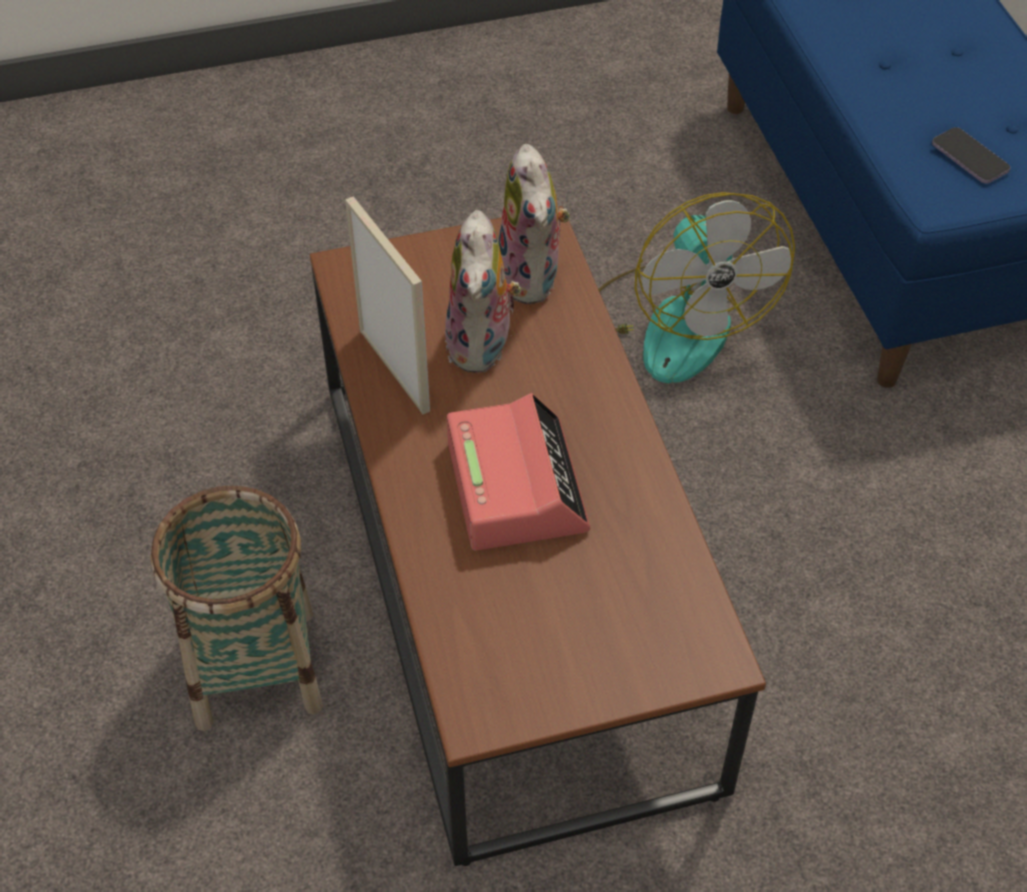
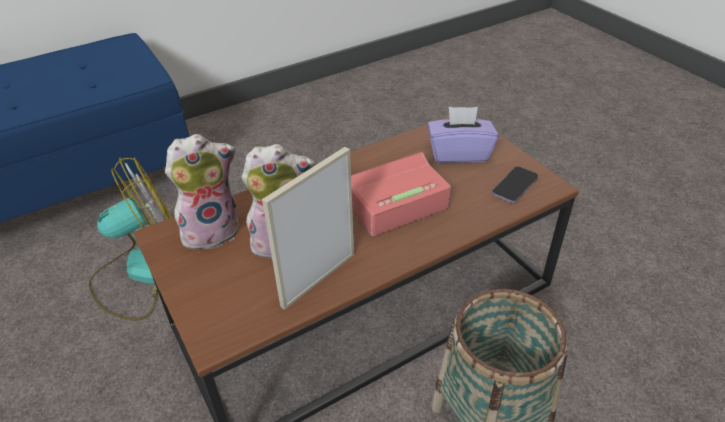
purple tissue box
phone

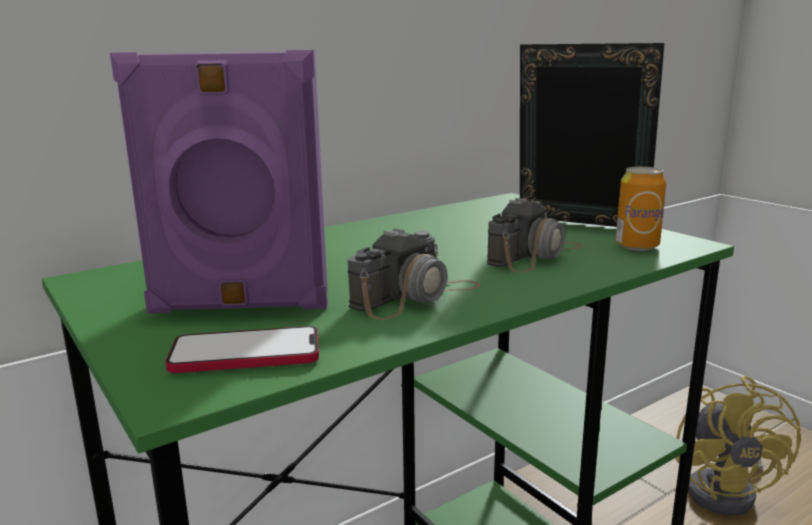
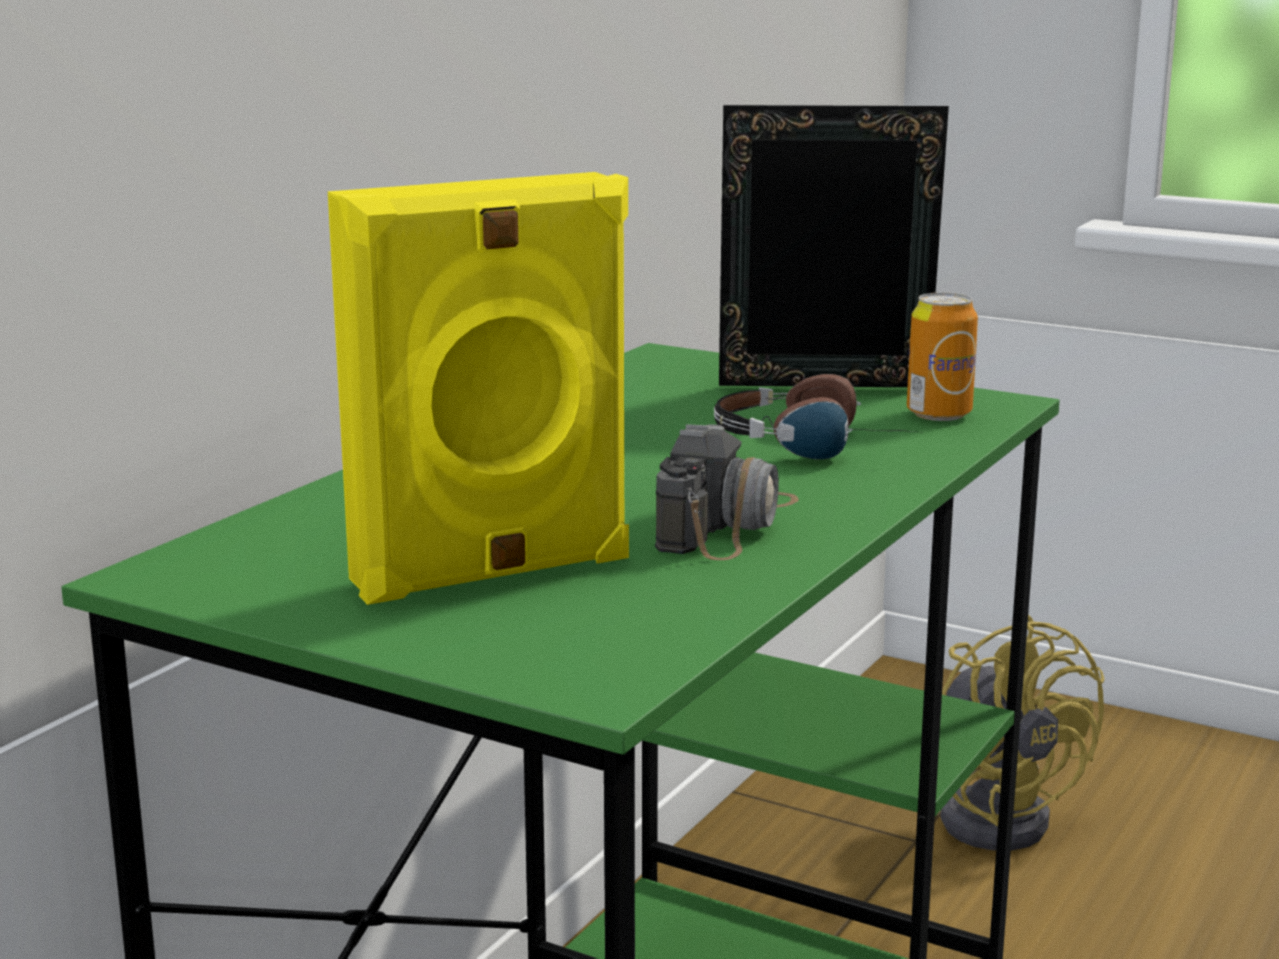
phone
headphones
yellow speaker

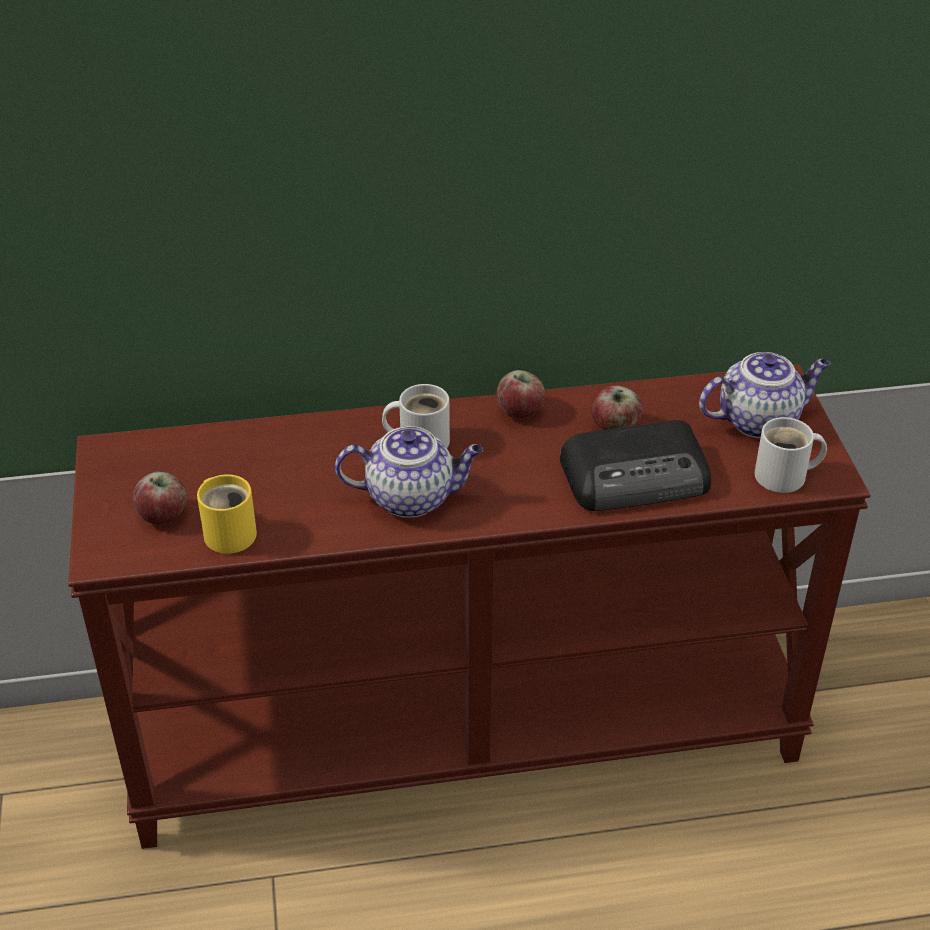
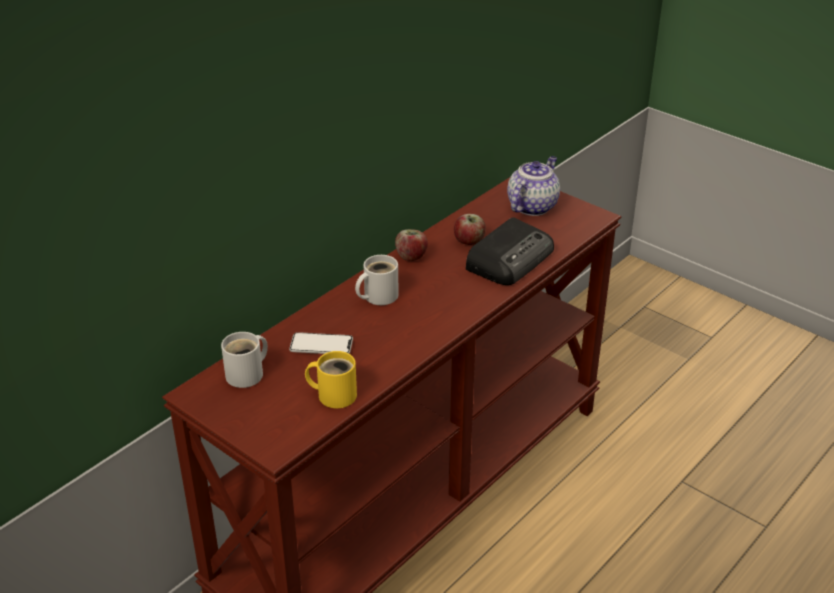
apple (1st from left in the first image)
teapot (1st from left in the first image)
phone
white mug (1st from left)

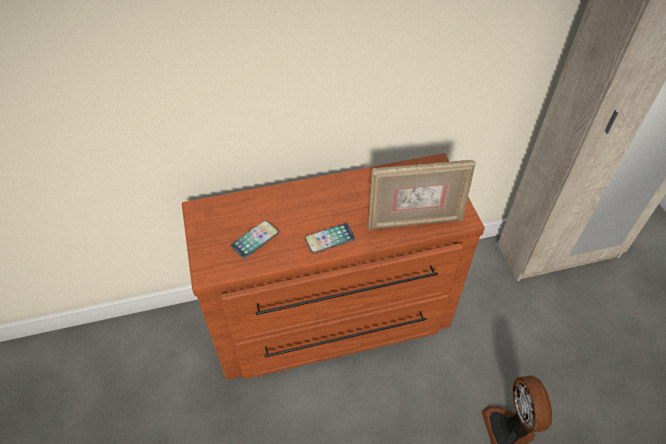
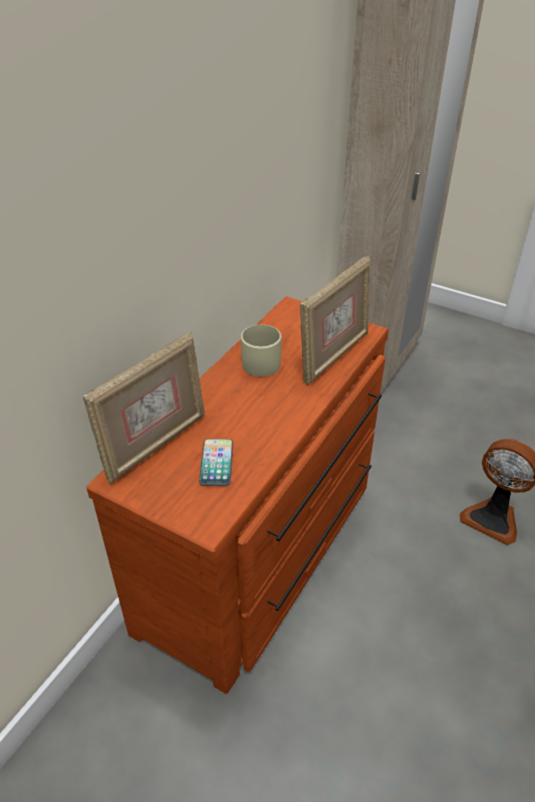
phone (2nd from left in the first image)
picture frame (1st from left)
beige mug

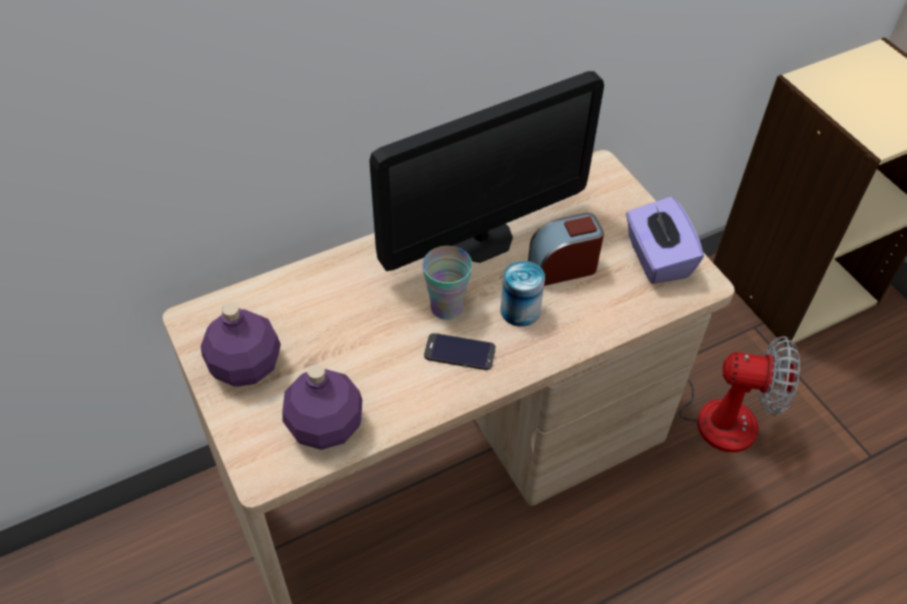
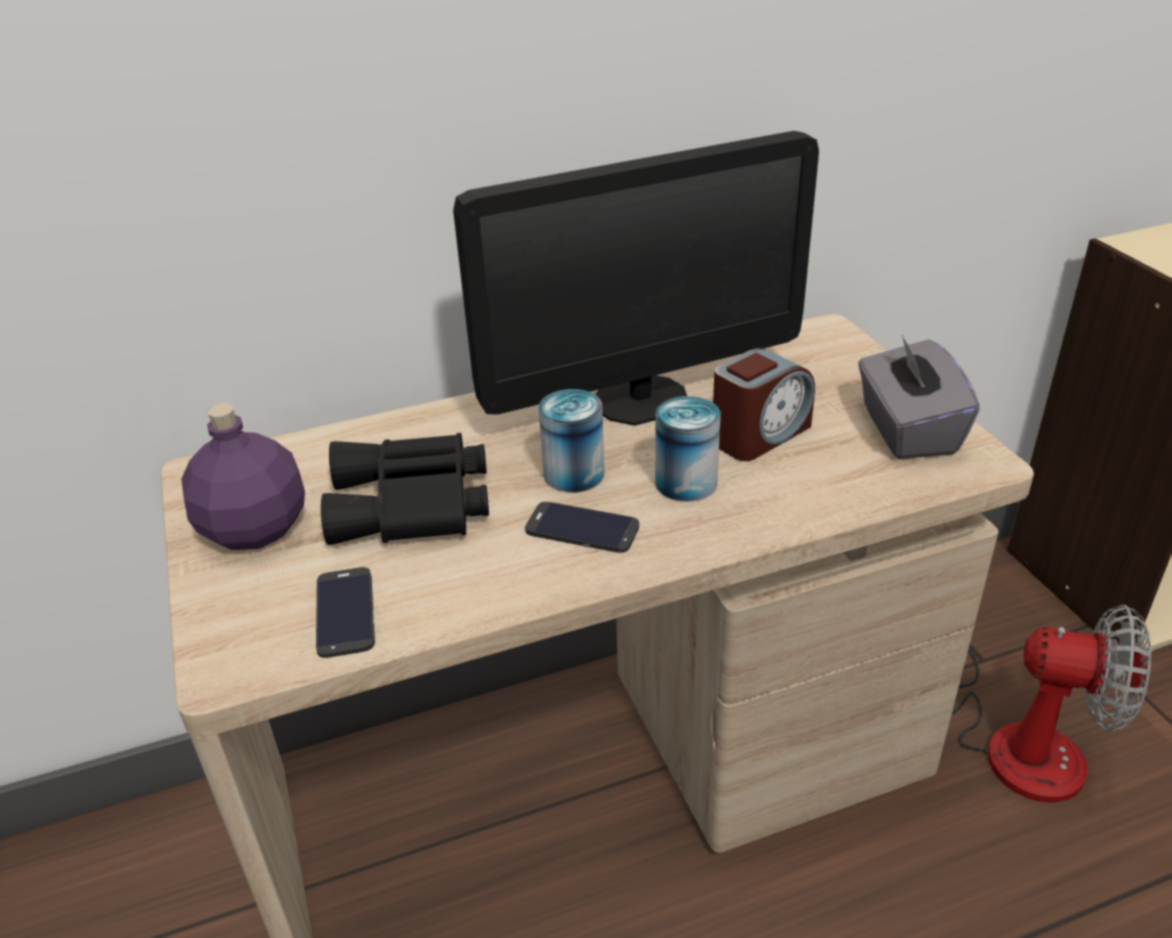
black binoculars
phone (1st from left)
can (1st from left)
grey tissue box
alarm clock

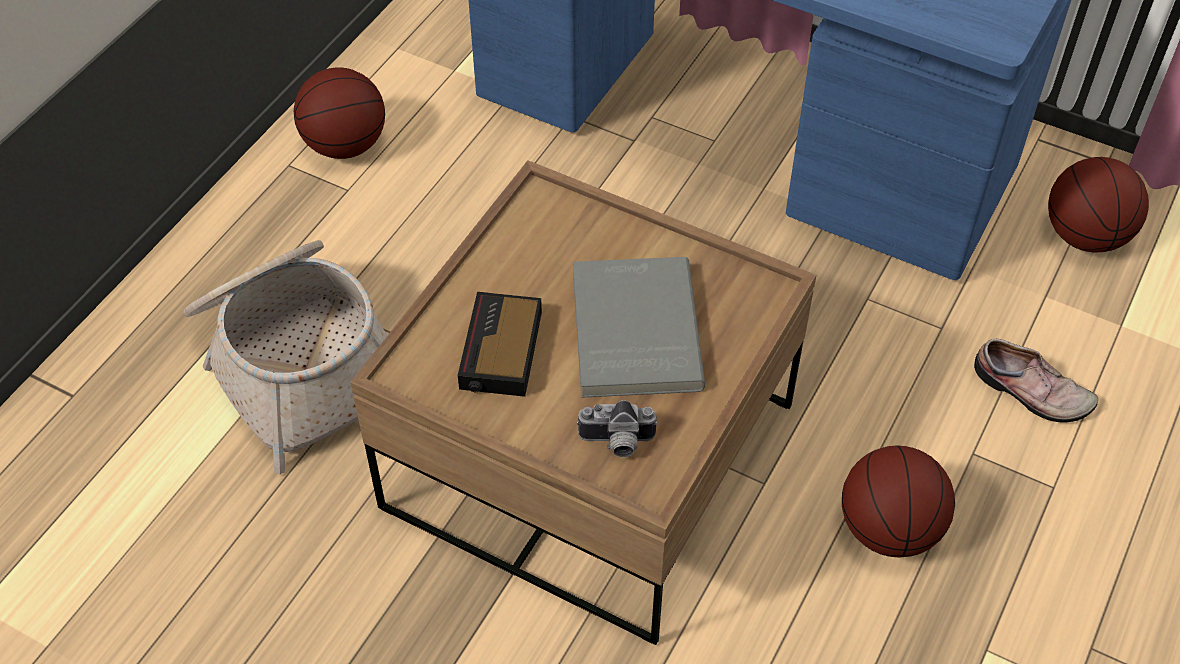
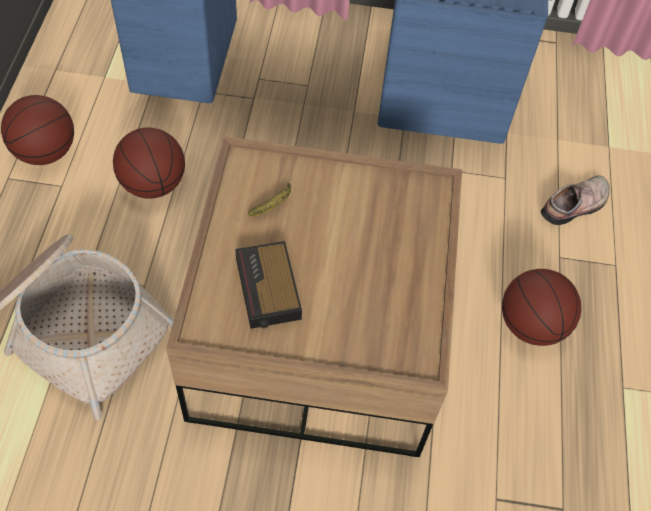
grey book
photo camera
banana
basketball (2nd from left)
shoe

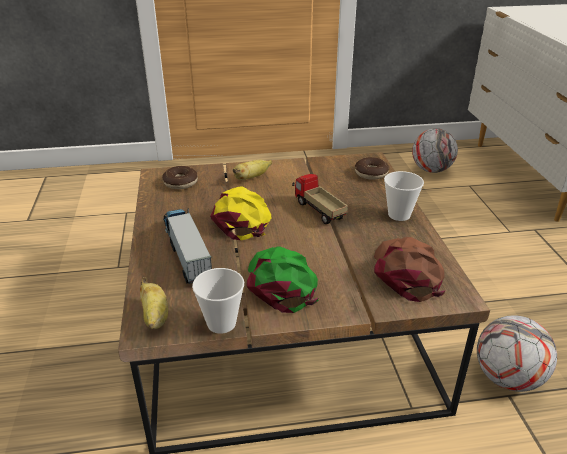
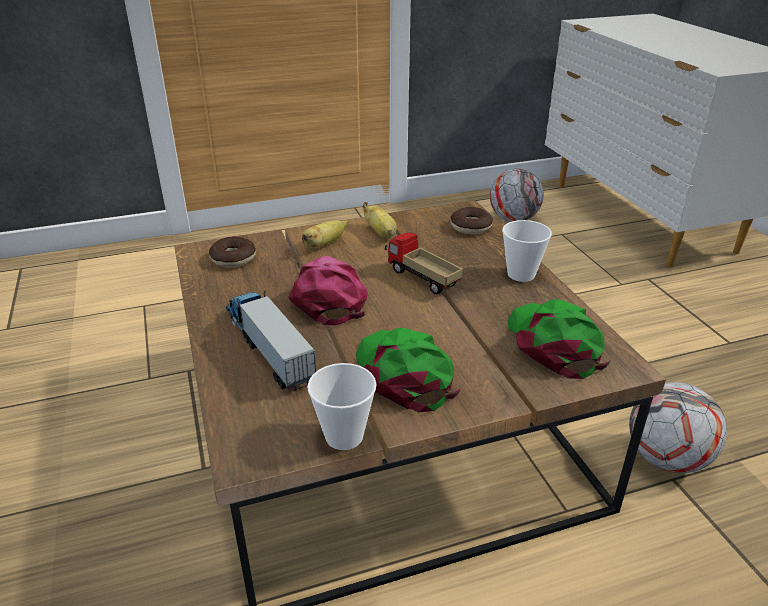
banana (2nd from left)
pink cap
green cap (2nd from left)

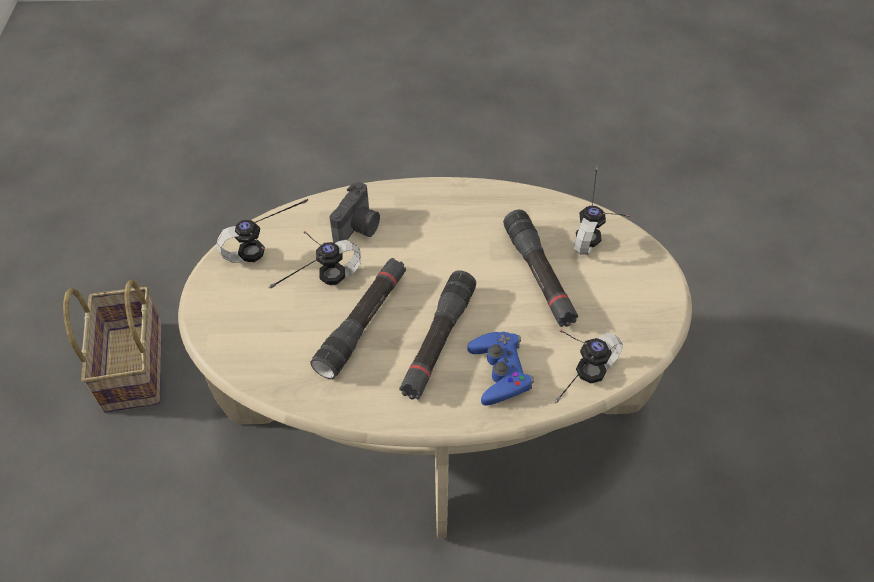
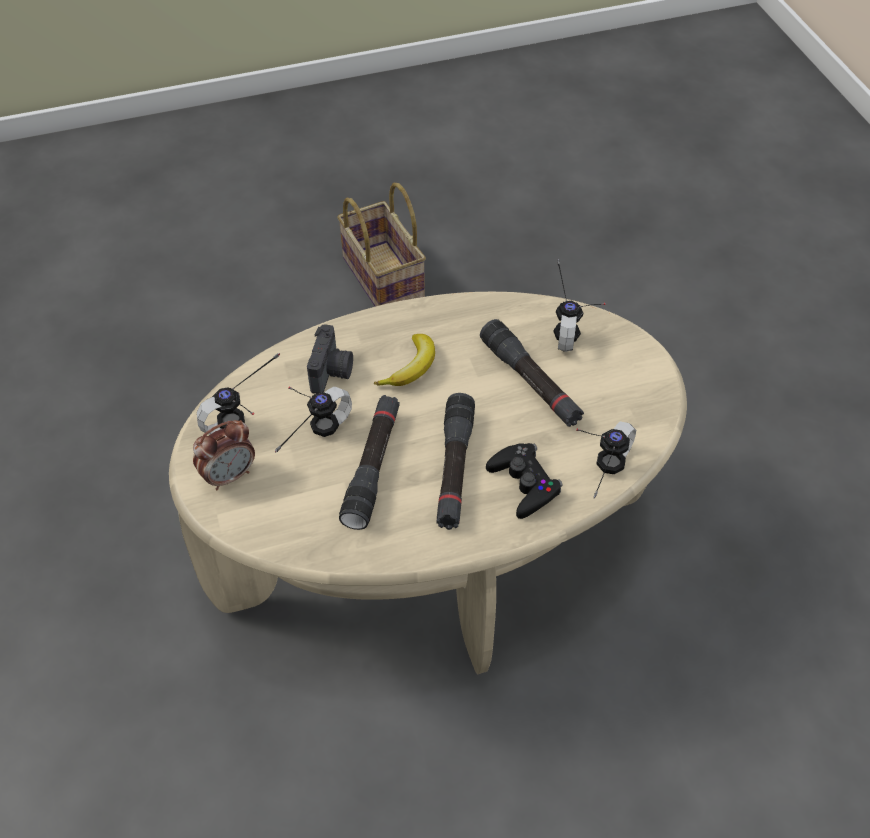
alarm clock
banana
basket
black game controller

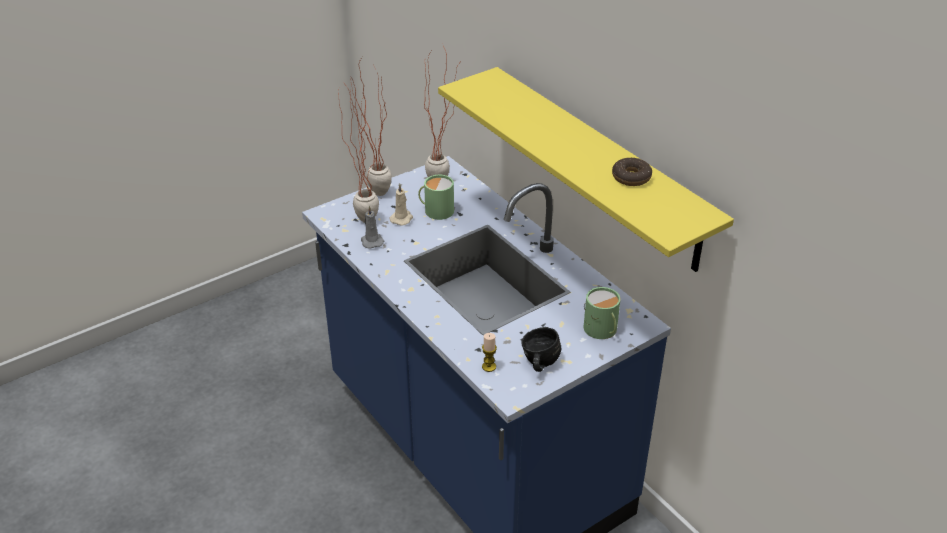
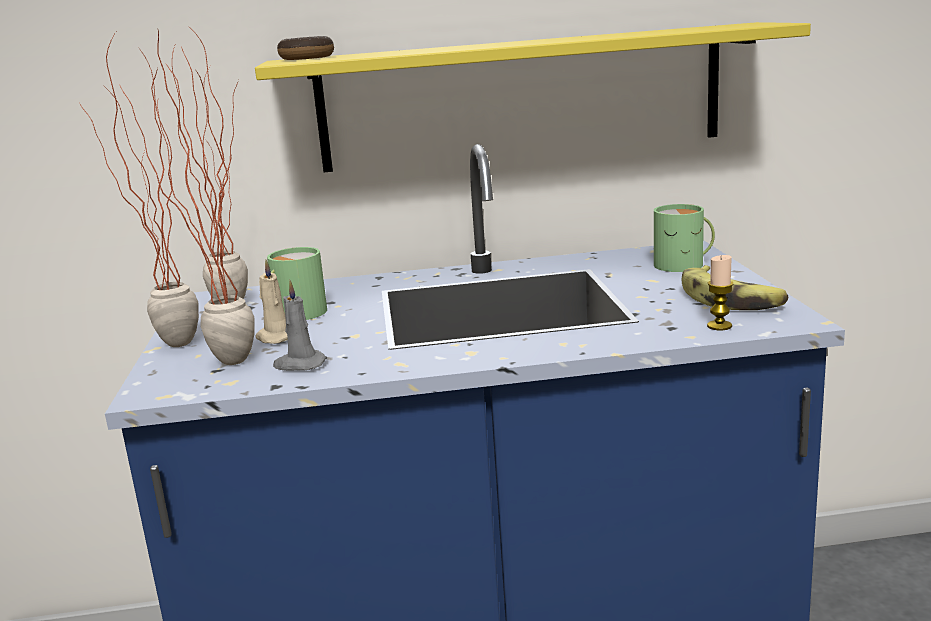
donut
banana

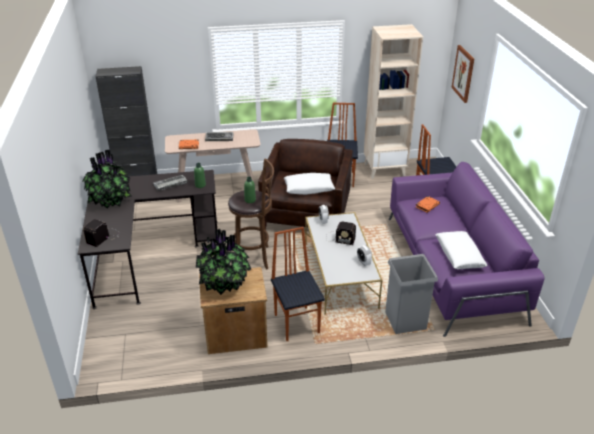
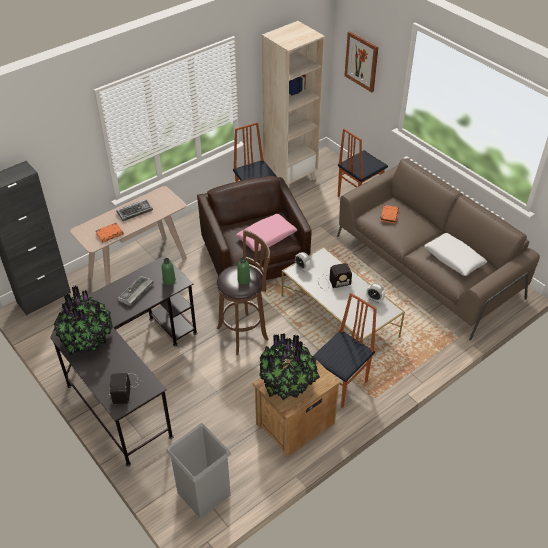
grey trash can
pink pillow
brown sofa
chair (2nd from left)

